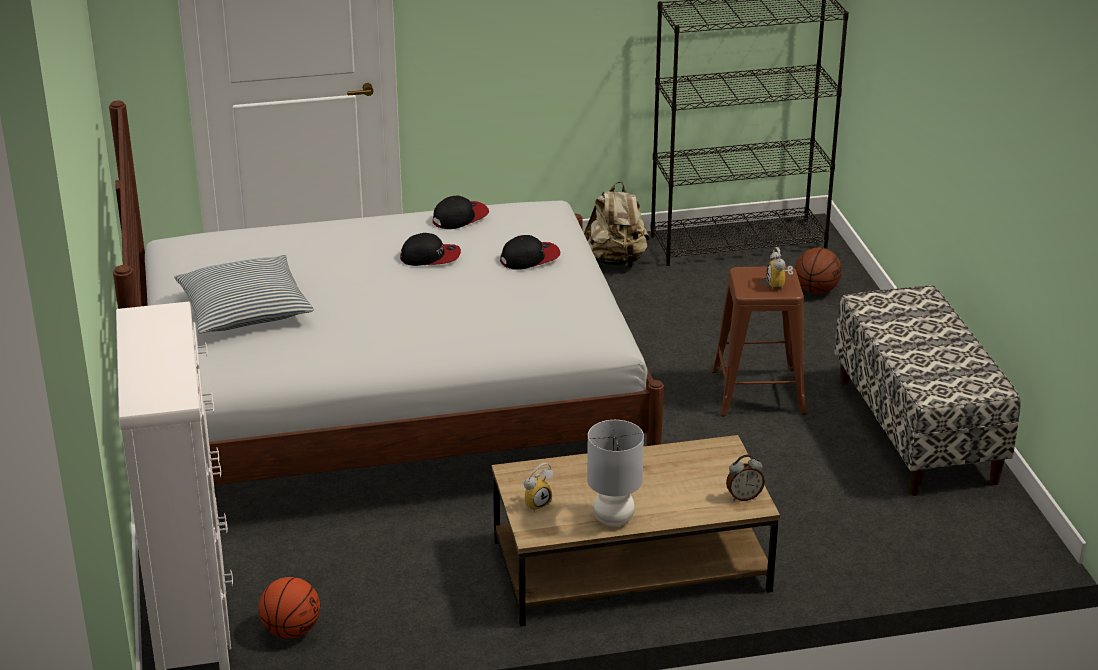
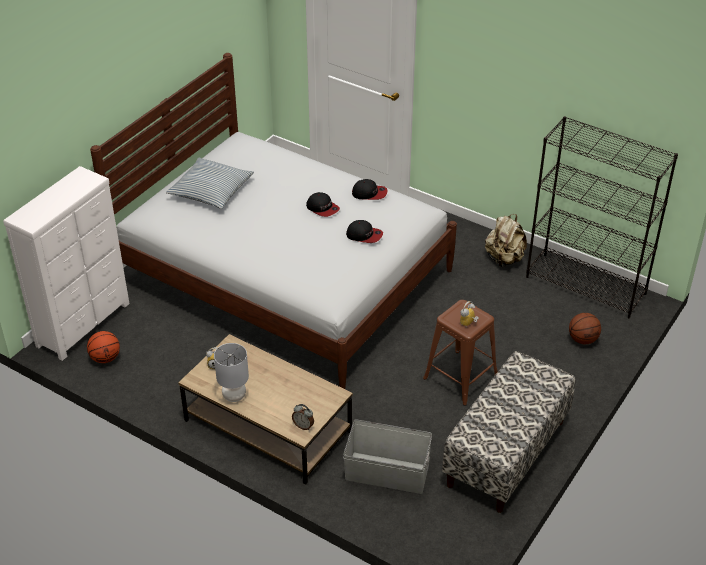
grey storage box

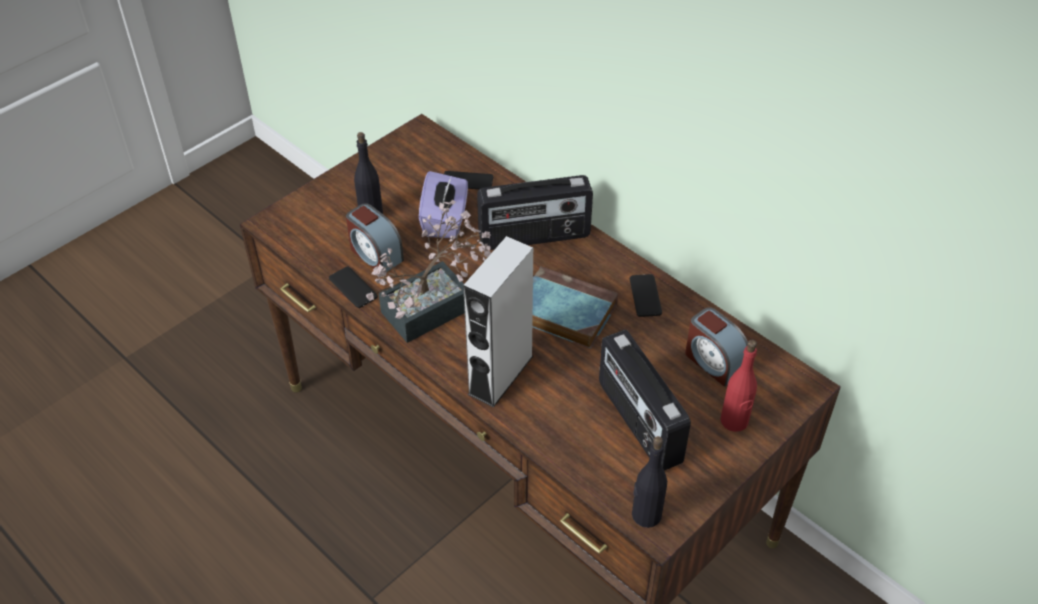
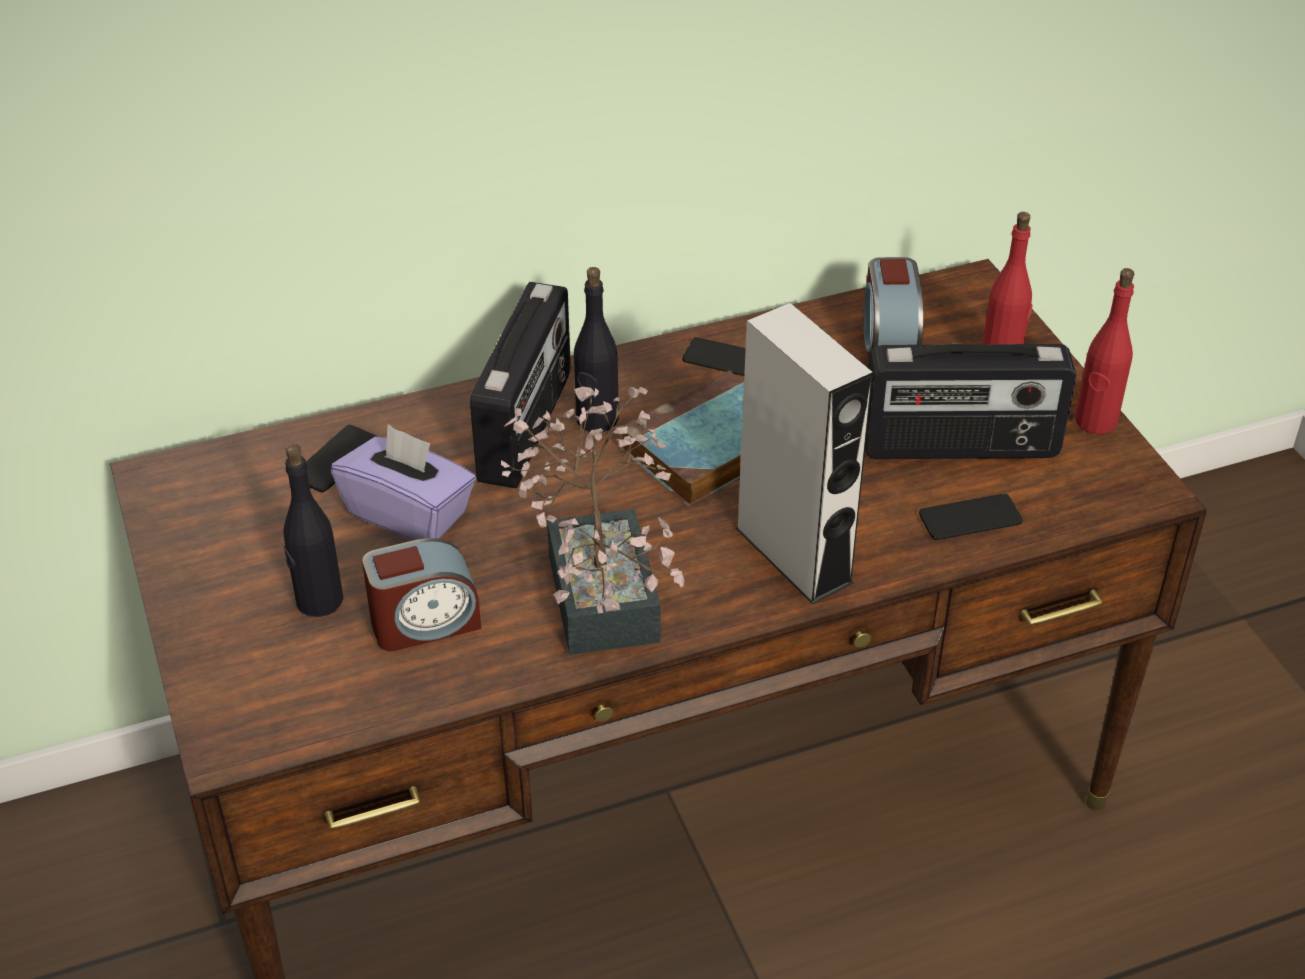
red bottle (2nd from left)
phone (3rd from left)
black bottle (2nd from left)
alarm clock (2nd from left)

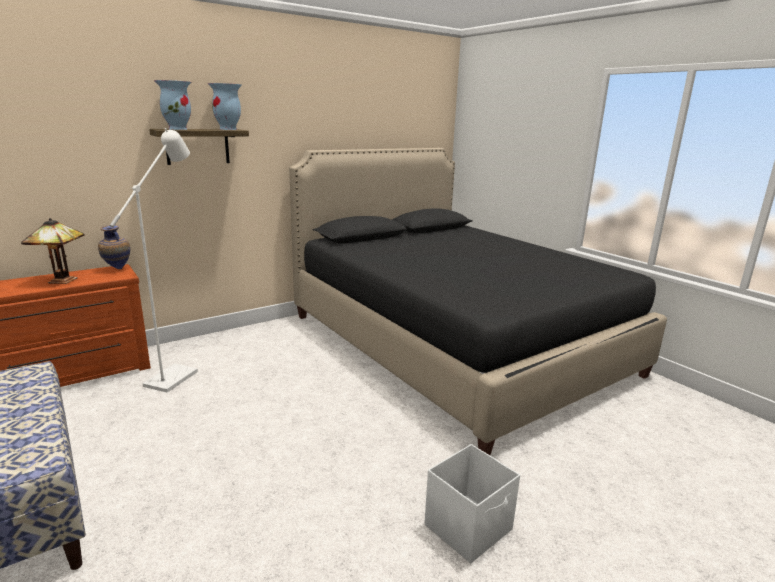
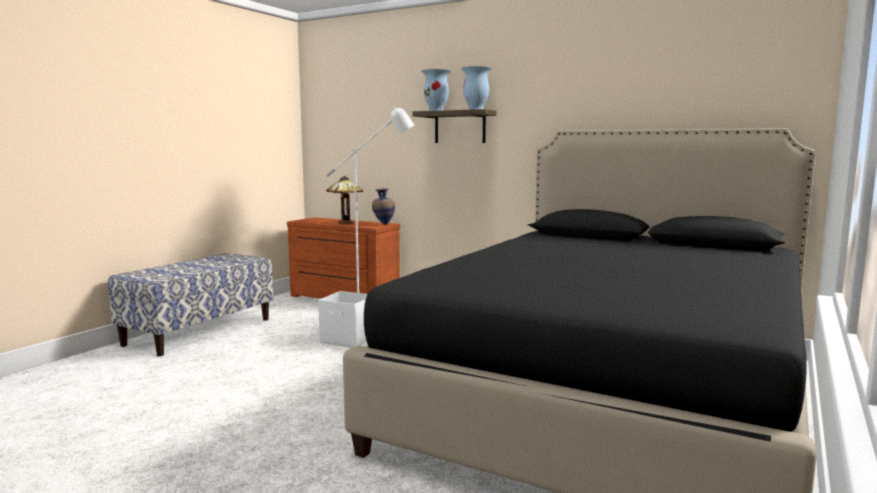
white storage box

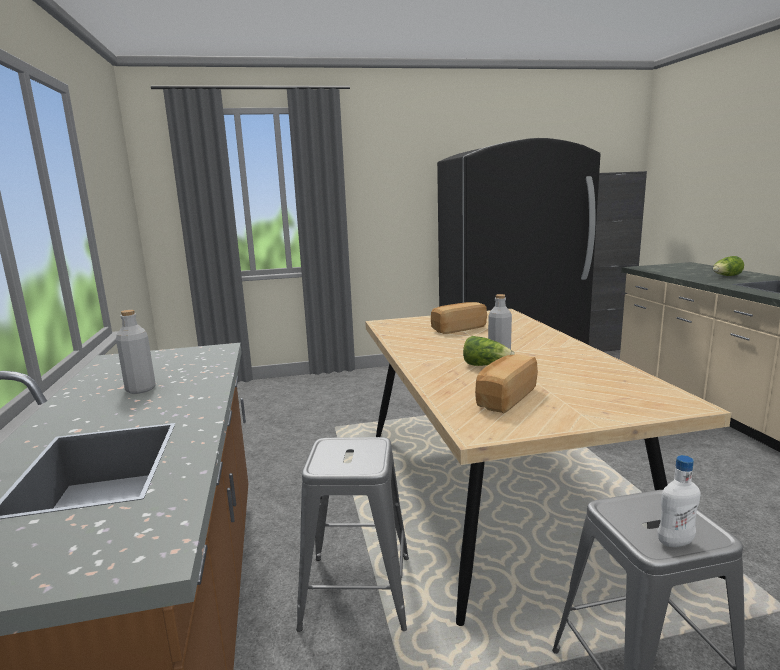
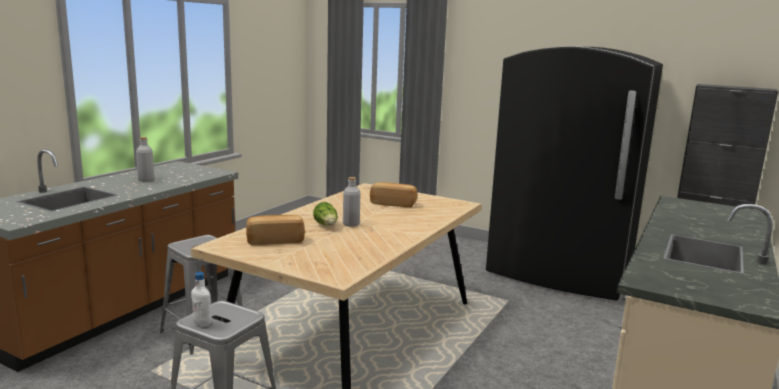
lettuce (2nd from left in the first image)

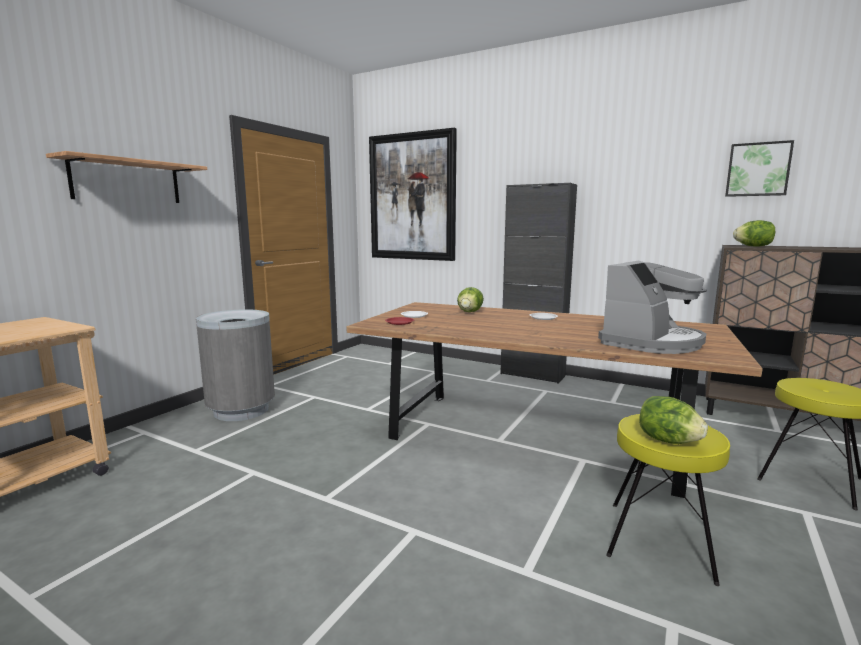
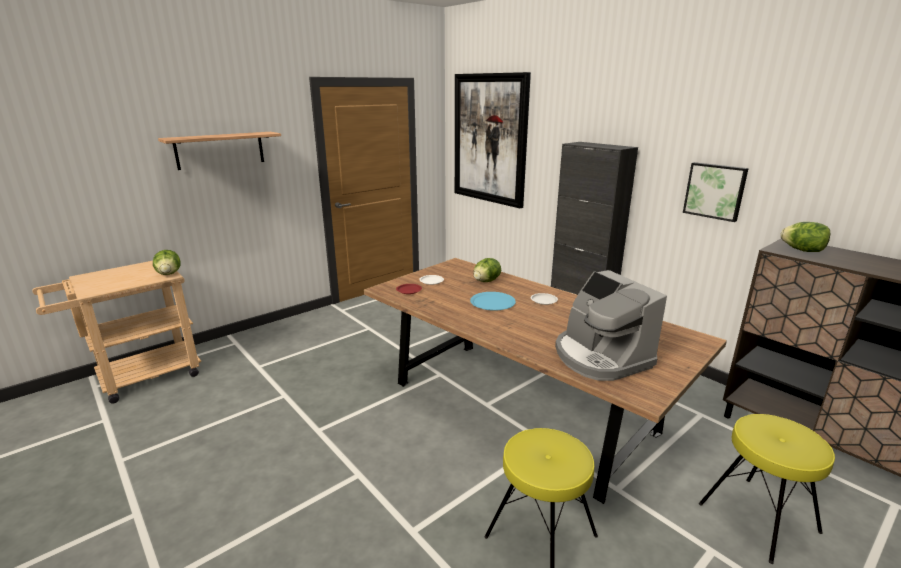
grey trash can
blue plate
lettuce (1st from left)
picture (2nd from left)
coffee machine

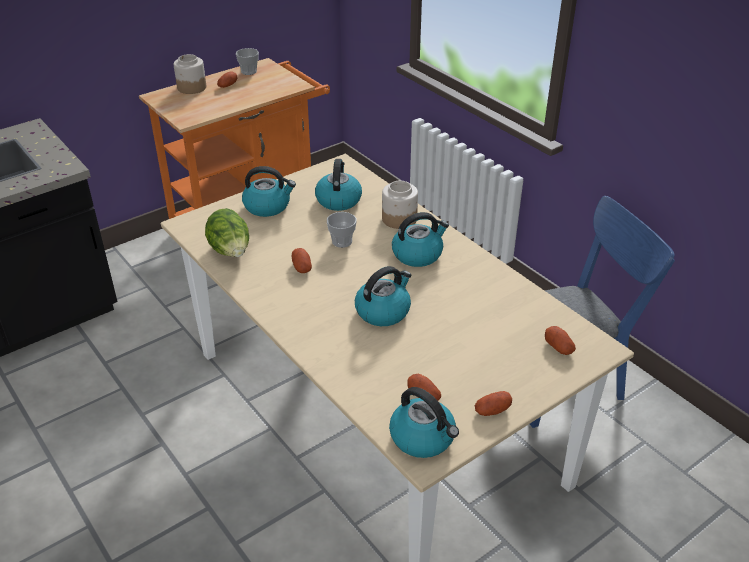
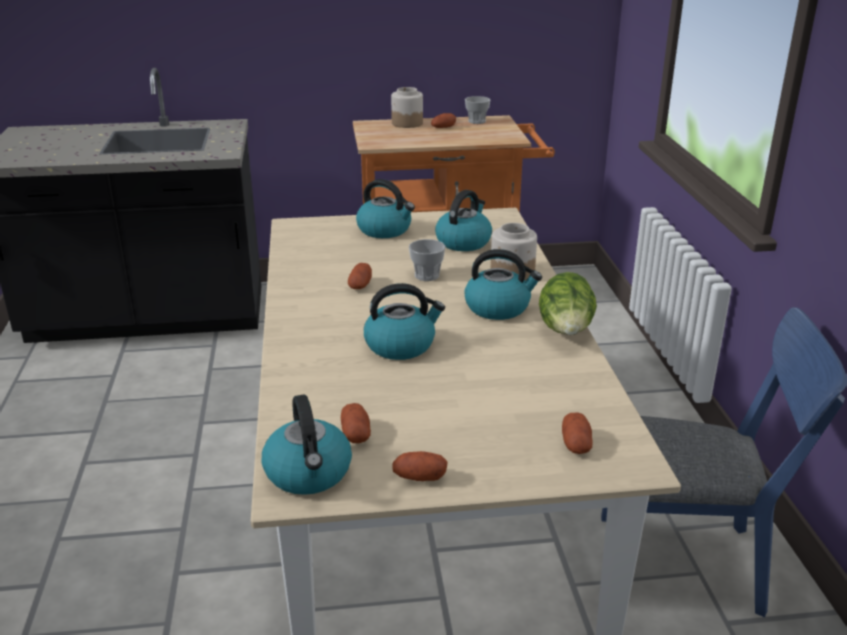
lettuce

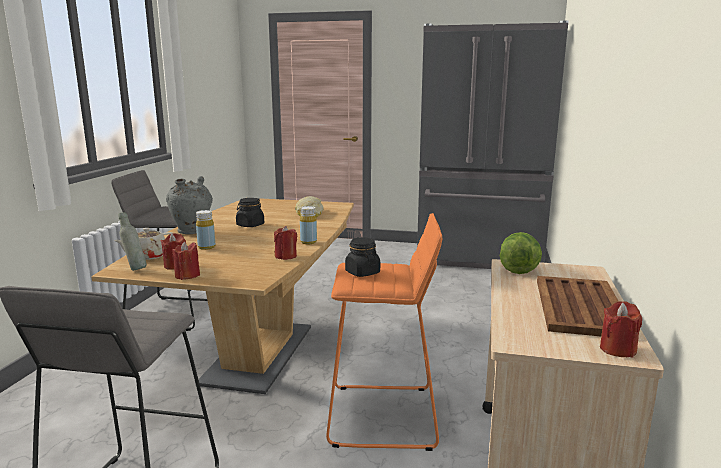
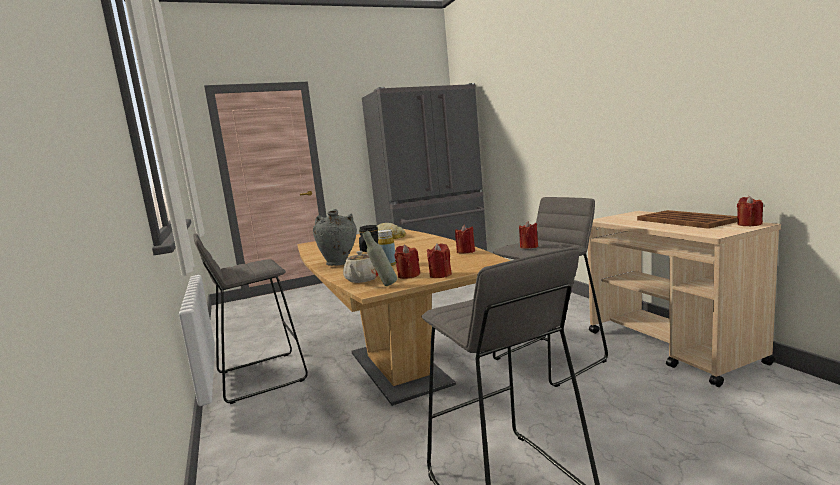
yellow bottle (2nd from left in the first image)
lettuce
red candle (4th from left)
grey stool (3rd from left)

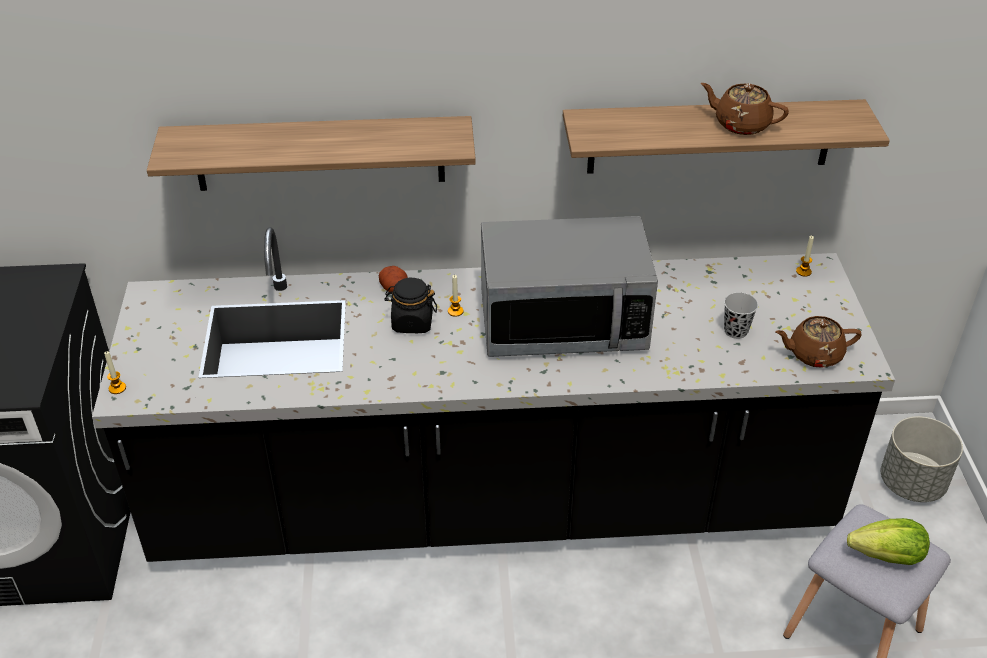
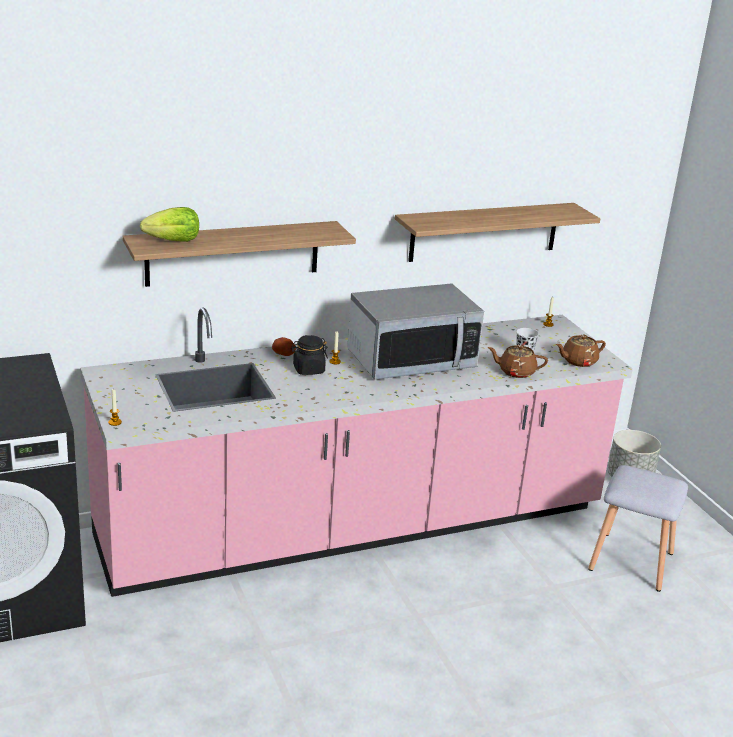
brown teapot (1st from left)
lettuce
pink counter

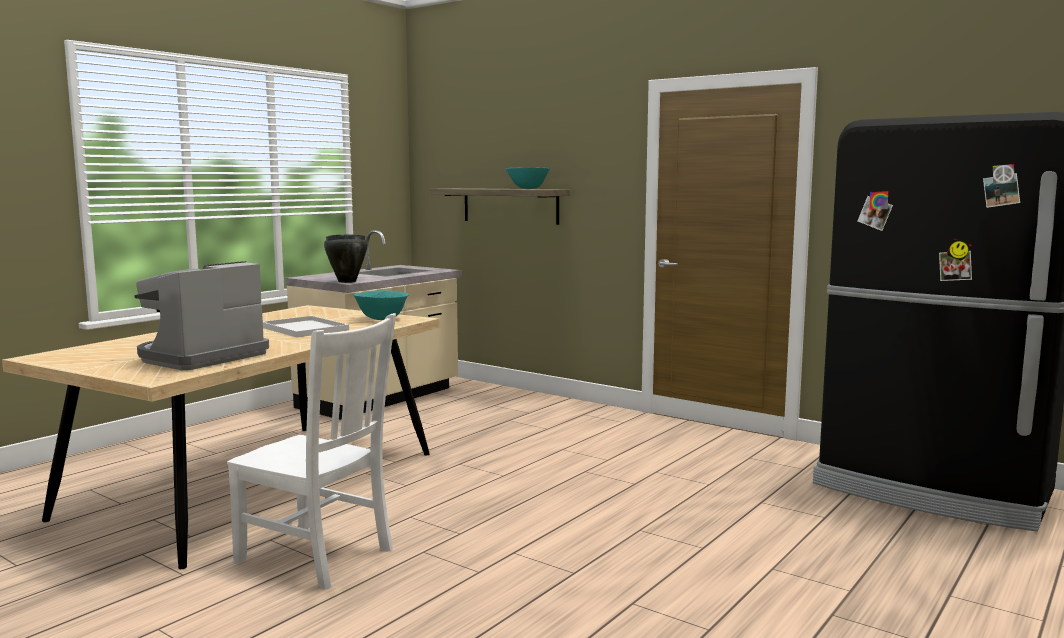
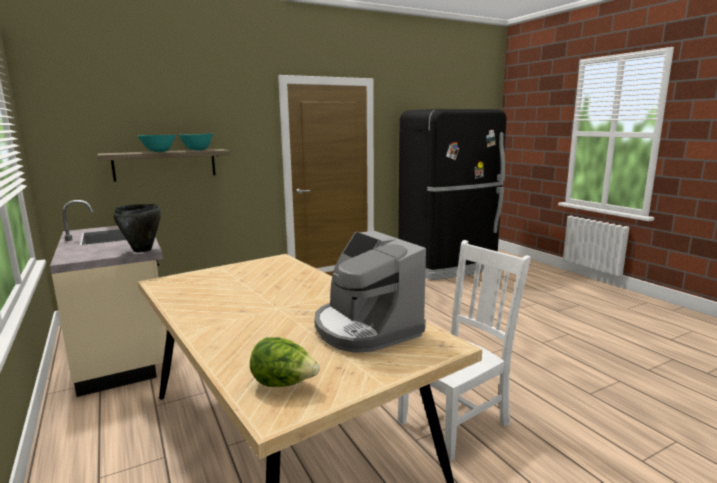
white tray
lettuce
turquoise bowl (1st from left)

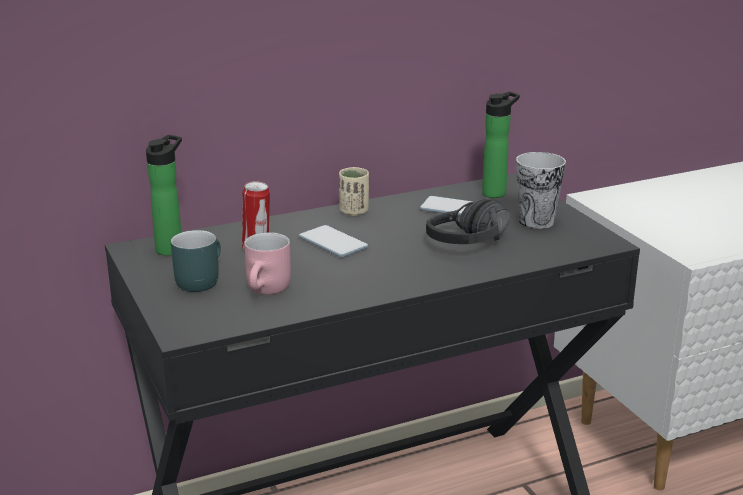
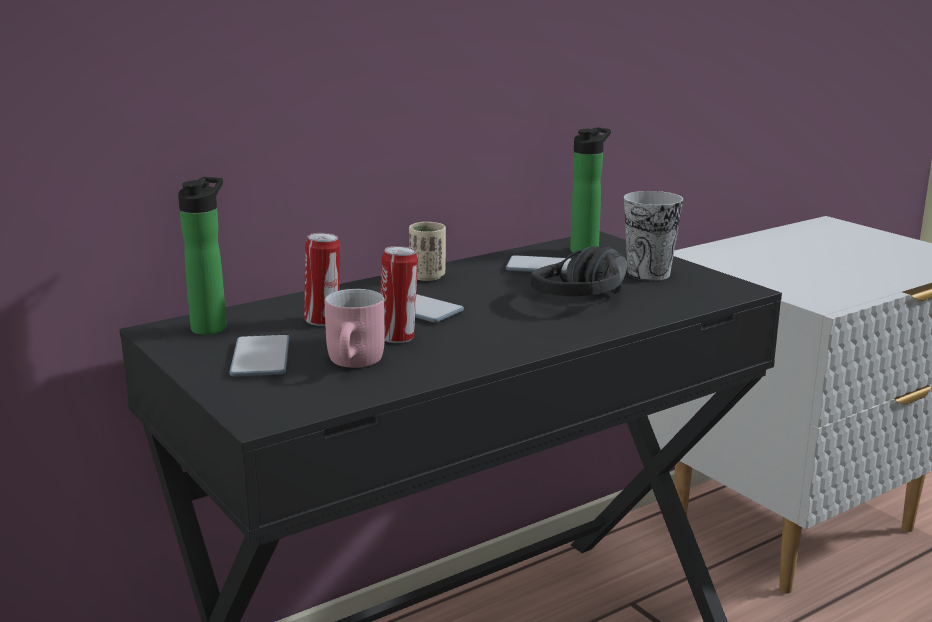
can (2nd from left)
phone (1st from left)

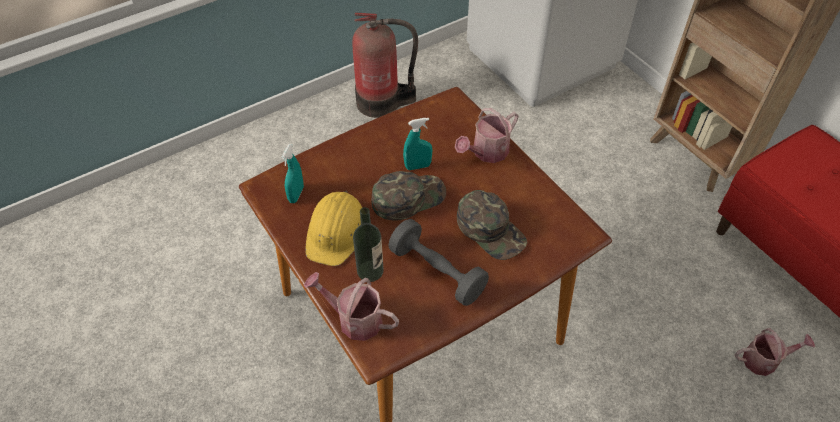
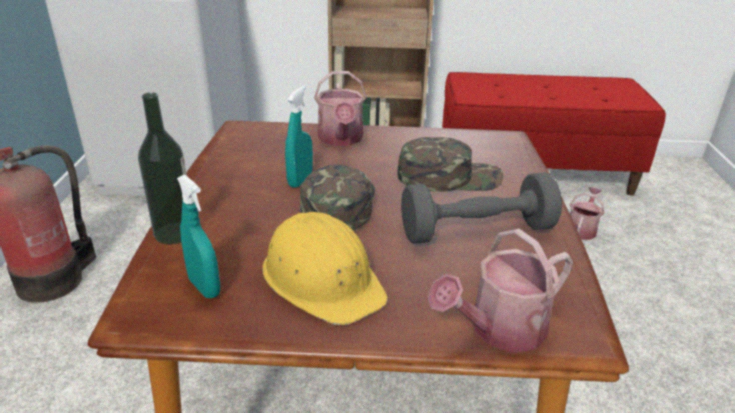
bottle

